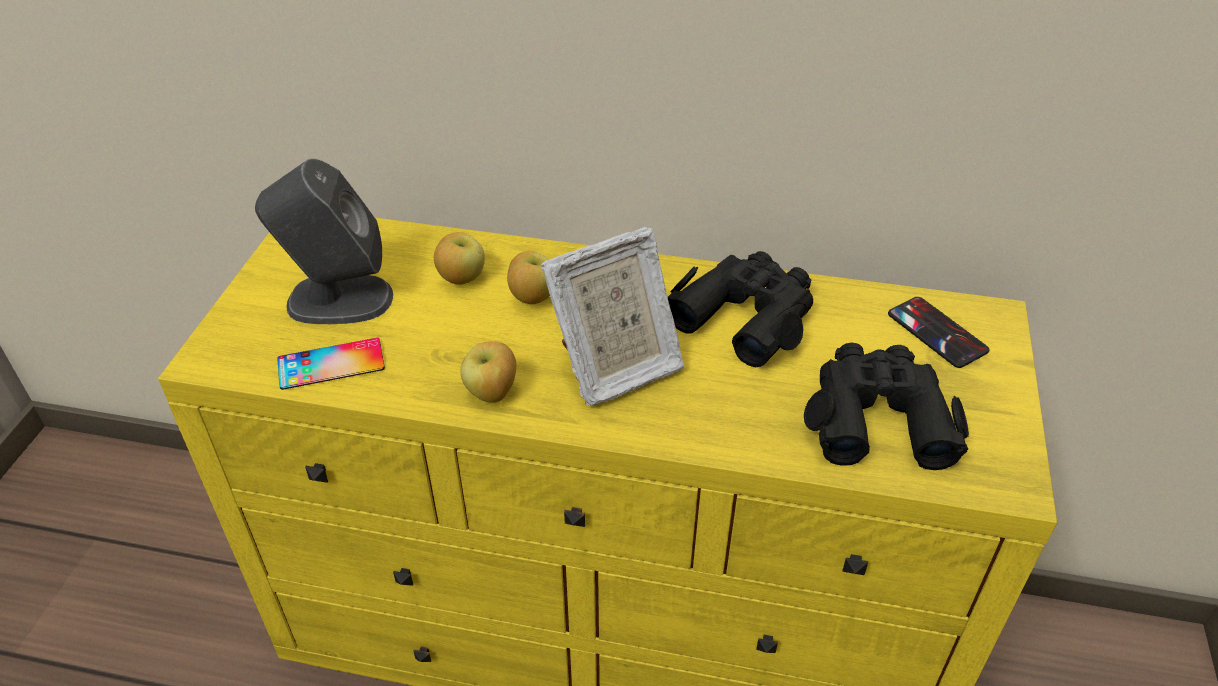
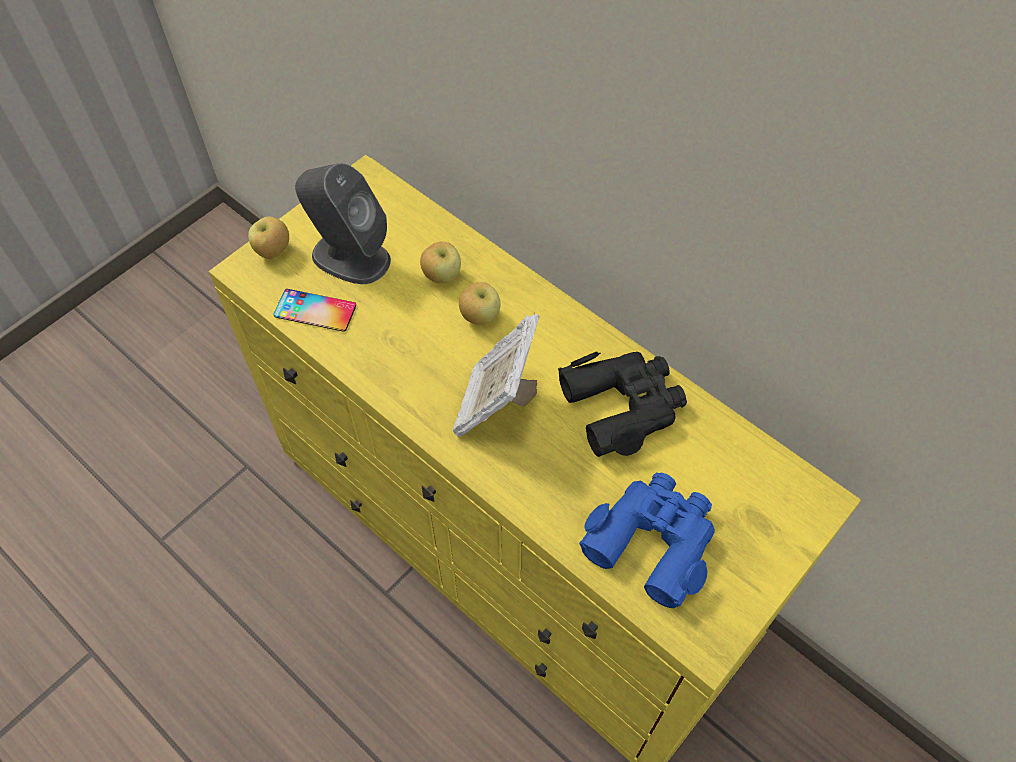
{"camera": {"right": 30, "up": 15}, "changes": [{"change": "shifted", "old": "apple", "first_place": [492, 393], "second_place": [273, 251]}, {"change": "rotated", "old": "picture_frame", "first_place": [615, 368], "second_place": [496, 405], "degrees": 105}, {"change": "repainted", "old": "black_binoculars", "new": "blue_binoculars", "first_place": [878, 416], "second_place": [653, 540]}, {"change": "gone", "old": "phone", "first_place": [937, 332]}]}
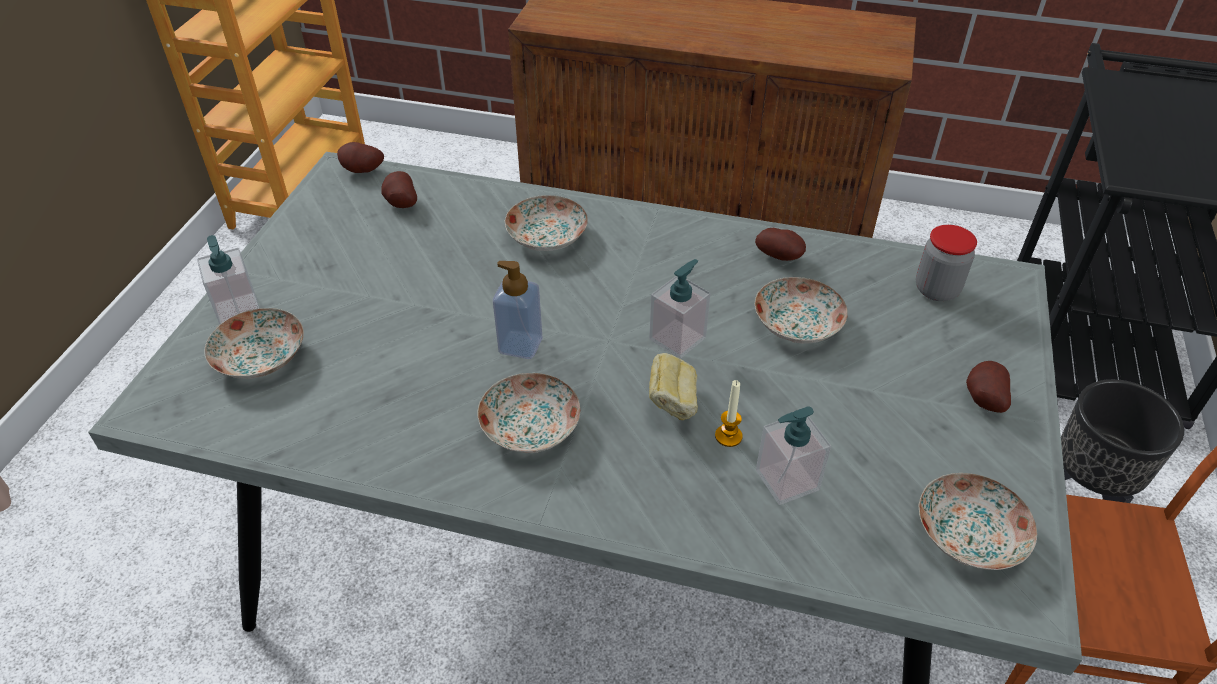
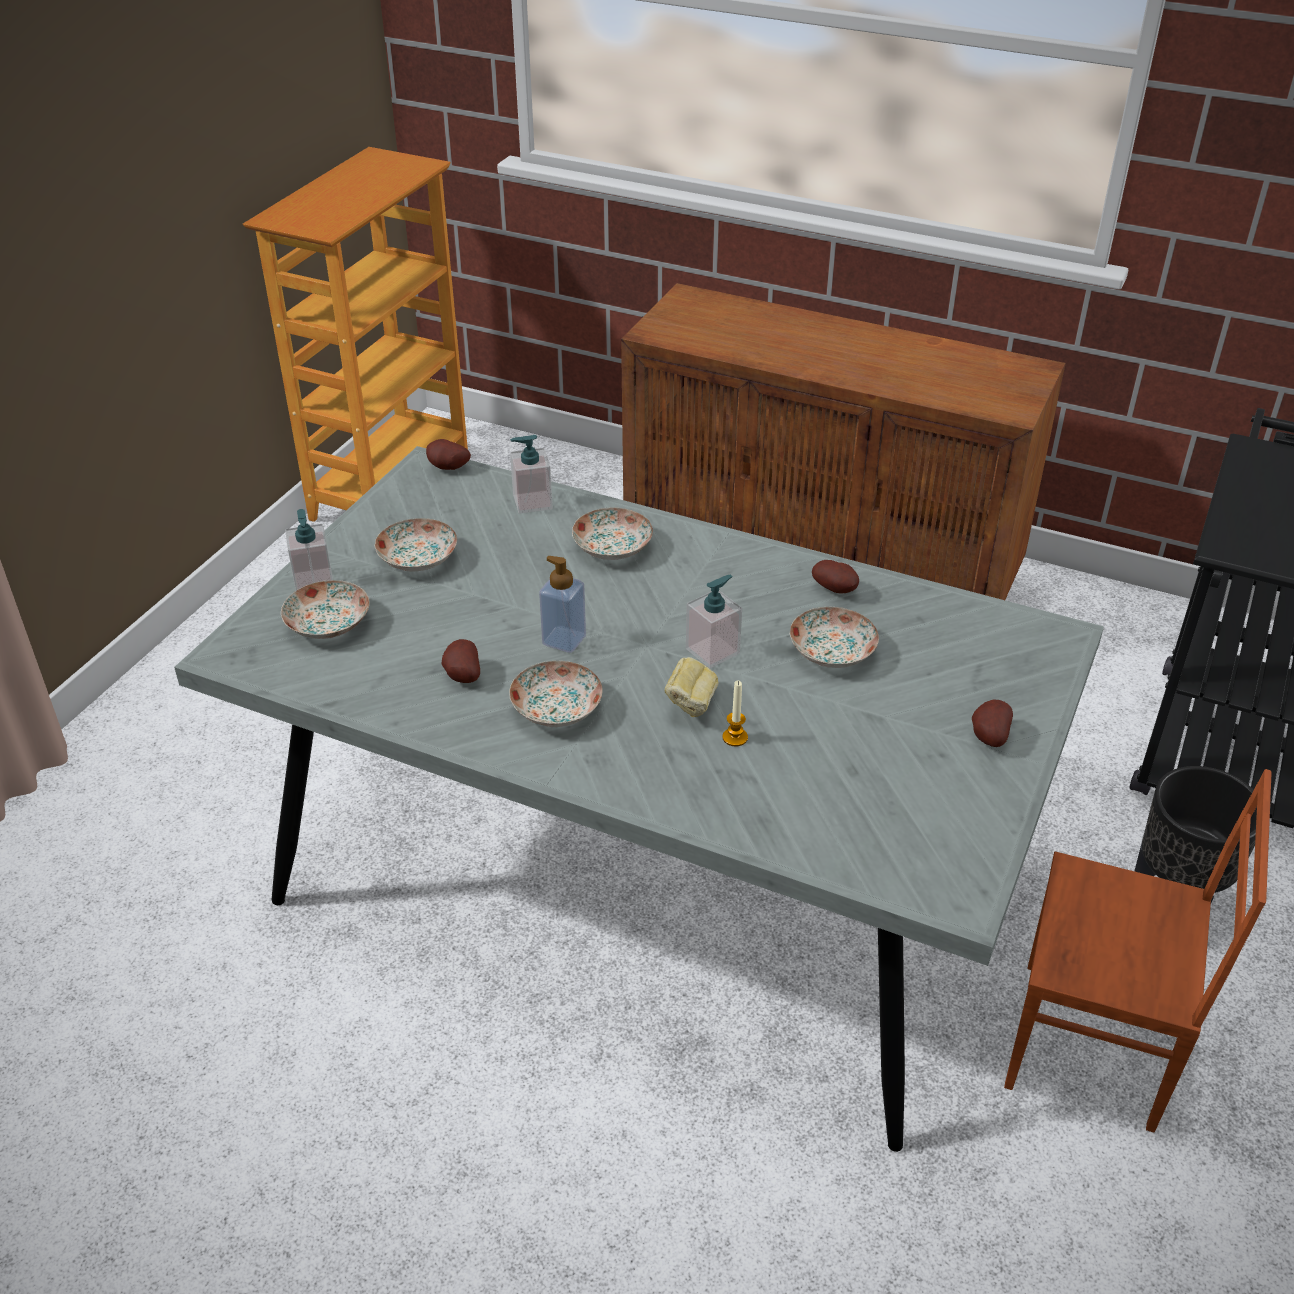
{"camera": {"right": 10, "up": -5}, "changes": [{"change": "shifted", "old": "potato", "first_place": [400, 204], "second_place": [461, 676]}, {"change": "shifted", "old": "soap_dispenser", "first_place": [786, 480], "second_place": [532, 502]}, {"change": "gone", "old": "jar", "first_place": [936, 290]}, {"change": "shifted", "old": "plate", "first_place": [971, 535], "second_place": [419, 559]}]}
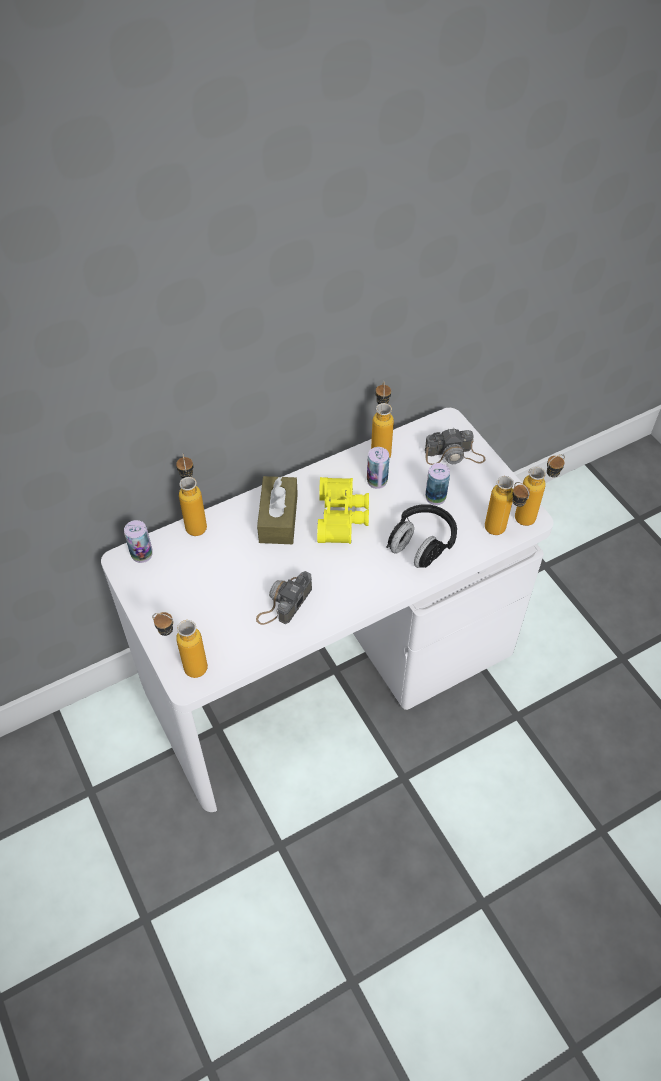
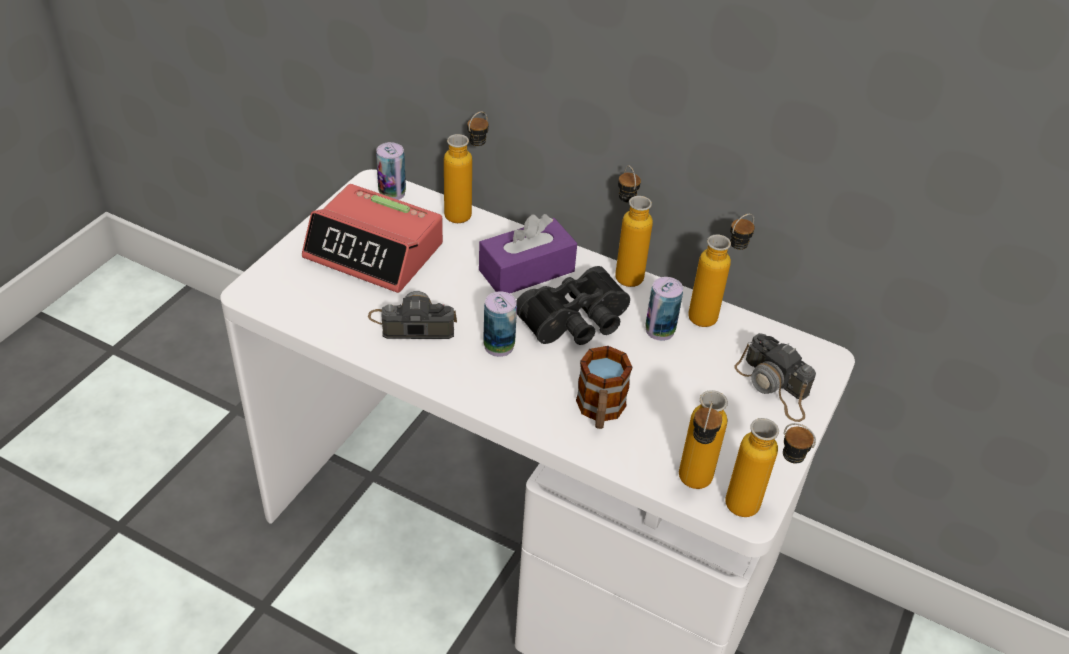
{"camera": {"right": 55, "up": -10}, "changes": [{"change": "shifted", "old": "bottle", "first_place": [186, 666], "second_place": [624, 271]}, {"change": "repainted", "old": "brown_tissue_box", "new": "purple_tissue_box", "first_place": [278, 518], "second_place": [526, 271]}, {"change": "repainted", "old": "yellow_binoculars", "new": "black_binoculars", "first_place": [343, 517], "second_place": [577, 323]}, {"change": "swapped", "old": "black_headphones", "new": "mug", "first_place": [421, 544], "second_place": [600, 411]}, {"change": "shifted", "old": "can", "first_place": [435, 497], "second_place": [499, 346]}, {"change": "new", "new": "alarm_clock", "second_place": [375, 251]}]}
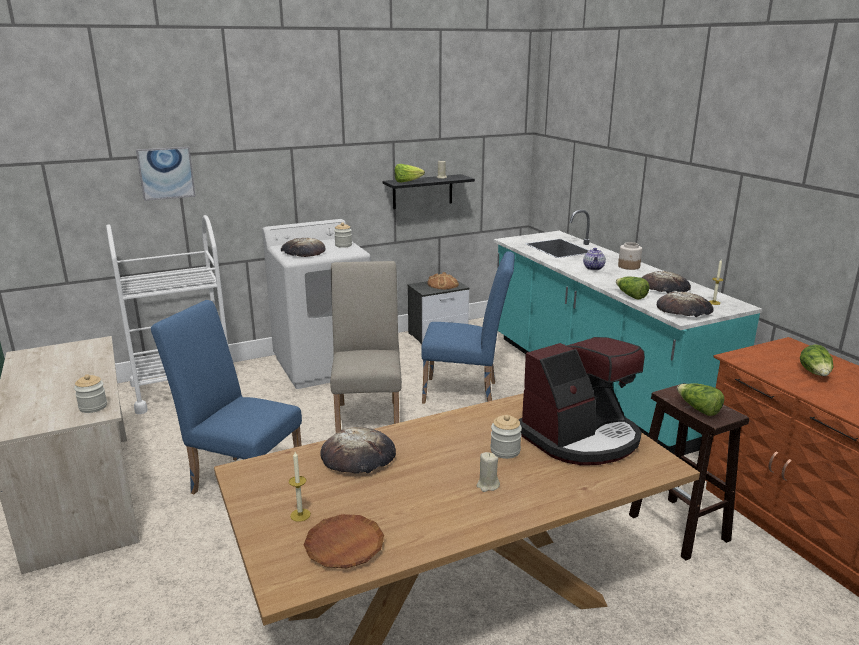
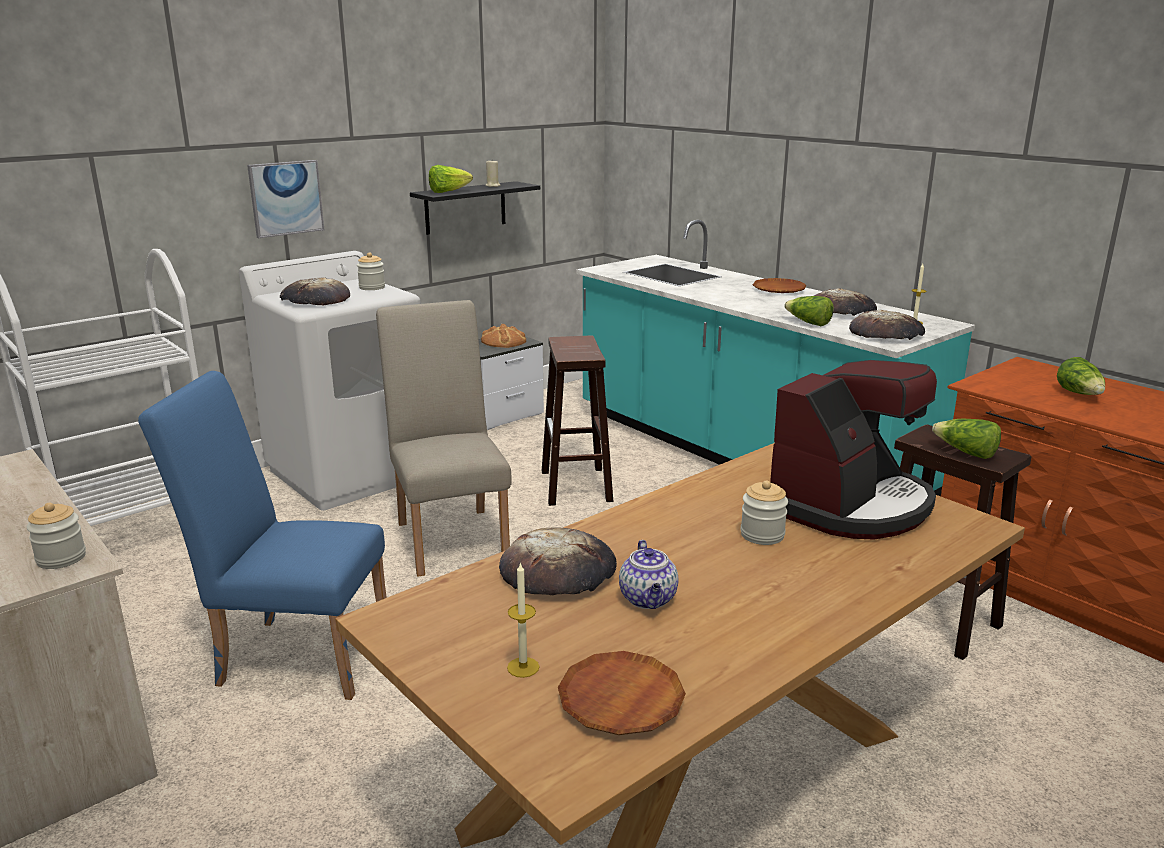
{"camera": {"right": -15, "up": 0}, "changes": [{"change": "shifted", "old": "picture", "first_place": [166, 173], "second_place": [286, 198]}, {"change": "swapped", "old": "blue_chair", "new": "brown_stool", "first_place": [466, 393], "second_place": [576, 486]}, {"change": "gone", "old": "beige_candle", "first_place": [487, 485]}, {"change": "shifted", "old": "teapot", "first_place": [594, 268], "second_place": [649, 599]}, {"change": "swapped", "old": "jar", "new": "brown_plate", "first_place": [629, 266], "second_place": [779, 290]}]}
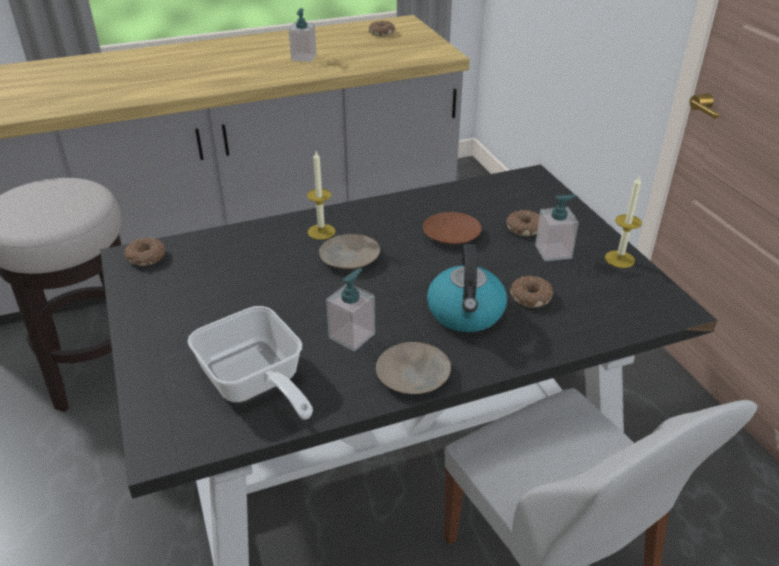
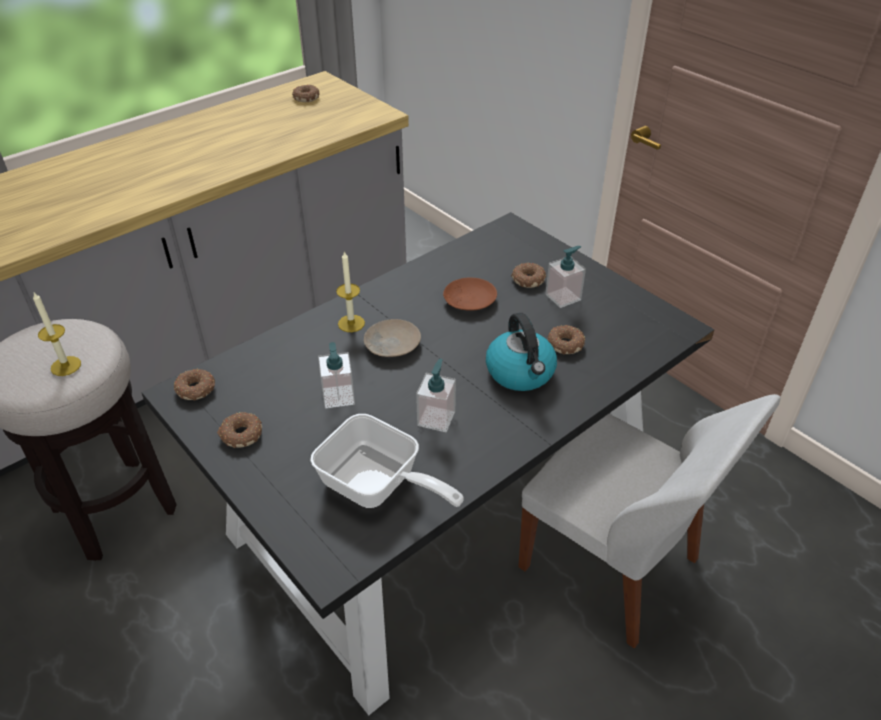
{"camera": {"right": -20, "up": 5}, "changes": [{"change": "shifted", "old": "soap_dispenser", "first_place": [303, 57], "second_place": [338, 396]}, {"change": "gone", "old": "beige_plate", "first_place": [414, 375]}, {"change": "shifted", "old": "candle", "first_place": [619, 259], "second_place": [66, 366]}, {"change": "new", "new": "donut", "second_place": [241, 435]}]}
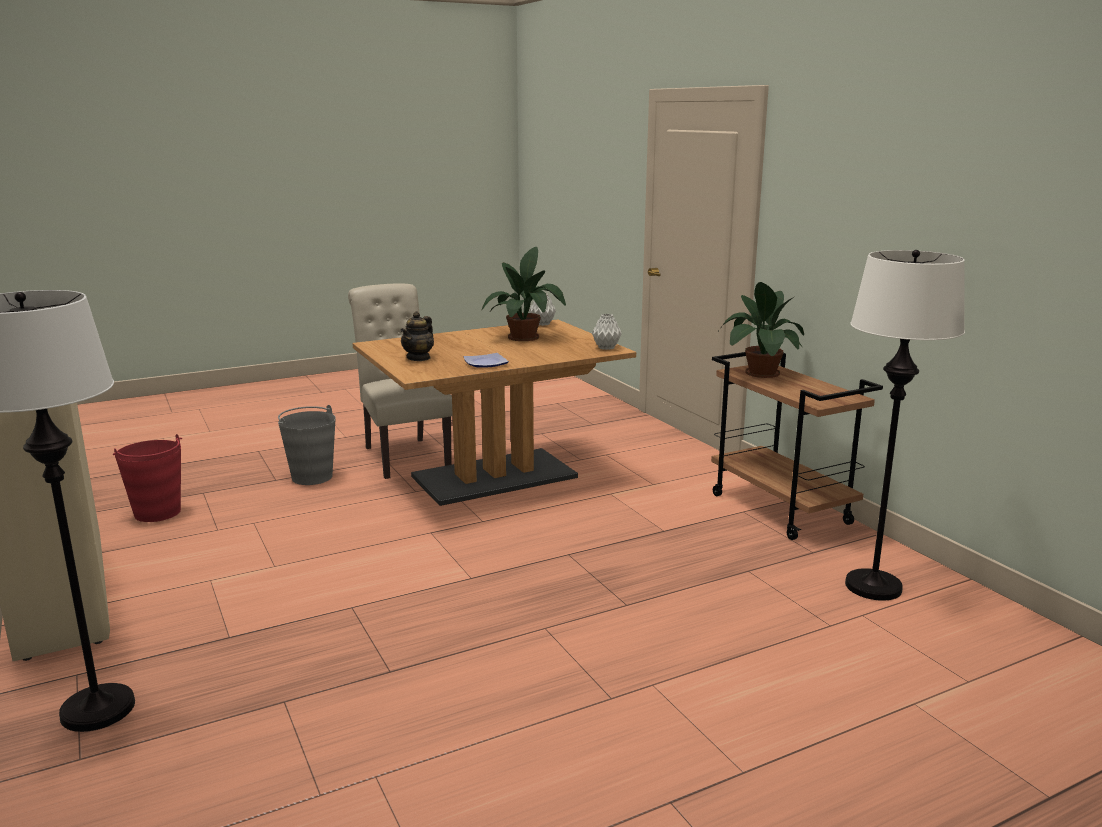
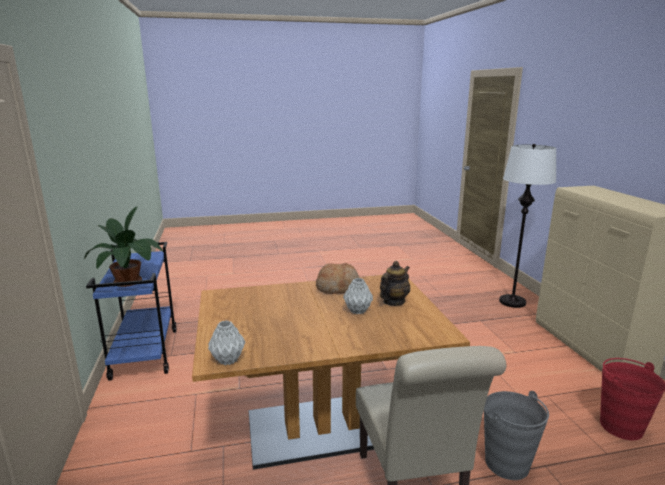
{"camera": {"right": -165, "up": 0}, "changes": [{"change": "swapped", "old": "plate", "new": "bread", "first_place": [485, 363], "second_place": [338, 287]}, {"change": "gone", "old": "potted_plant", "first_place": [526, 337]}, {"change": "shifted", "old": "grey_vase", "first_place": [606, 348], "second_place": [357, 310]}, {"change": "repainted", "old": "brown_cart", "new": "blue_cart", "first_place": [782, 509], "second_place": [144, 353]}, {"change": "gone", "old": "white_floor_lamp", "first_place": [873, 587]}]}
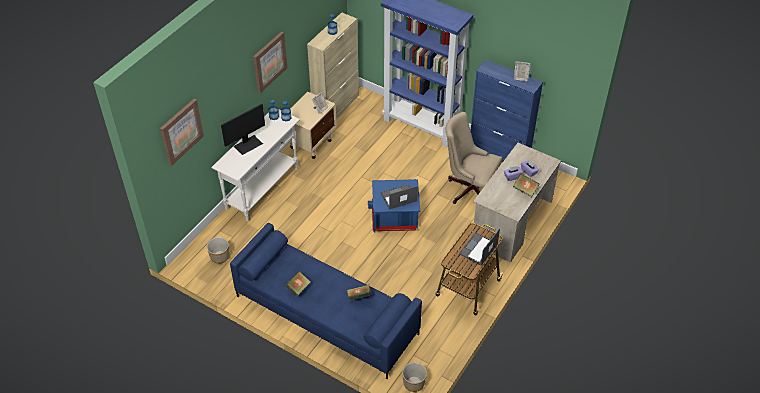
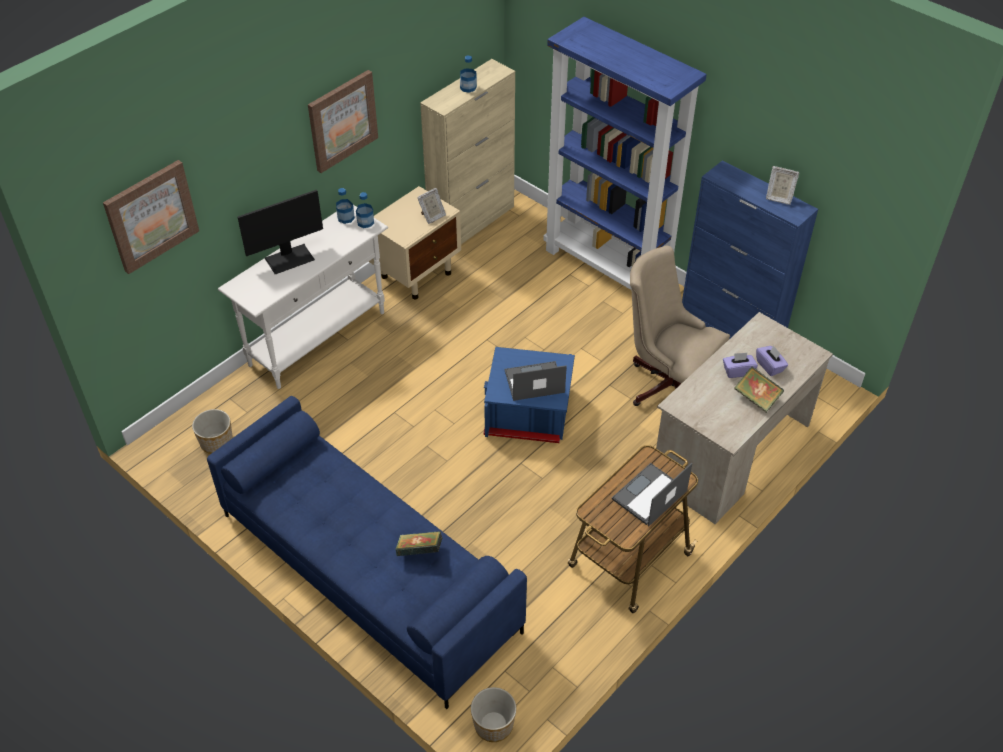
{"camera": {"right": 10, "up": 0}, "changes": [{"change": "gone", "old": "book", "first_place": [298, 288]}]}
